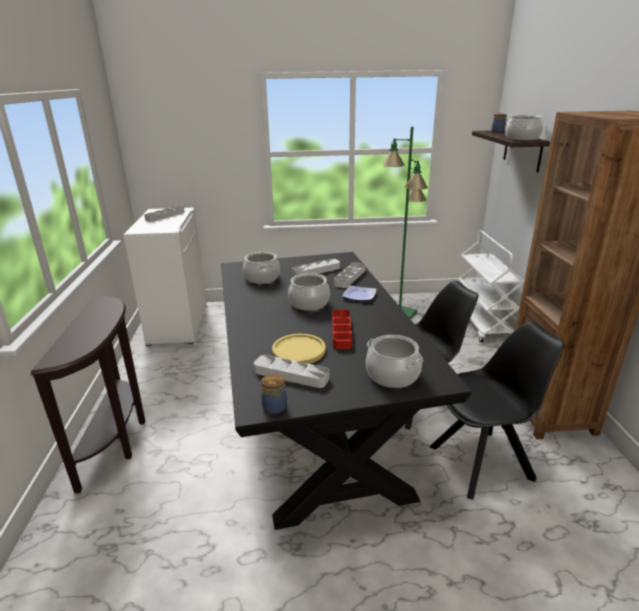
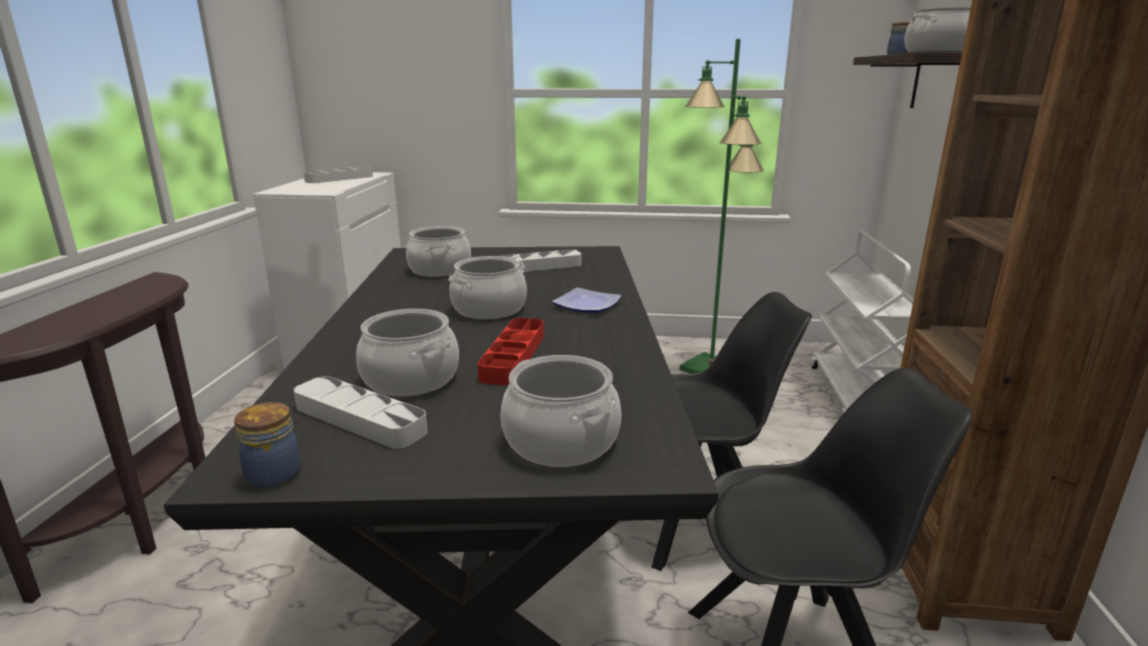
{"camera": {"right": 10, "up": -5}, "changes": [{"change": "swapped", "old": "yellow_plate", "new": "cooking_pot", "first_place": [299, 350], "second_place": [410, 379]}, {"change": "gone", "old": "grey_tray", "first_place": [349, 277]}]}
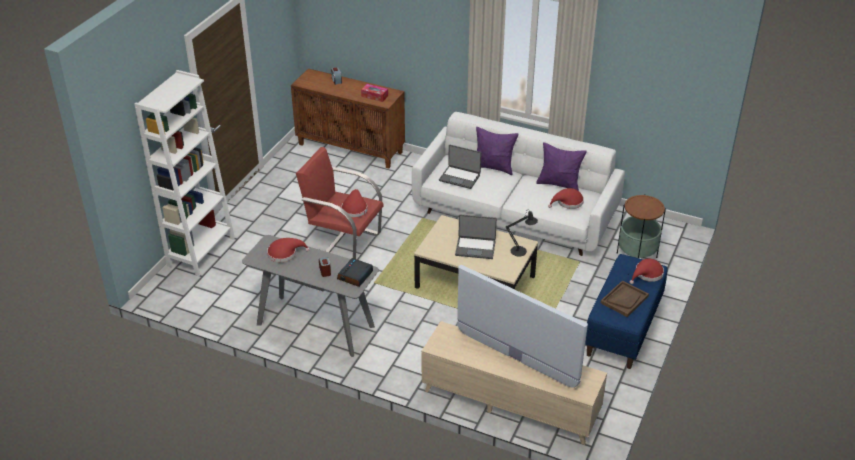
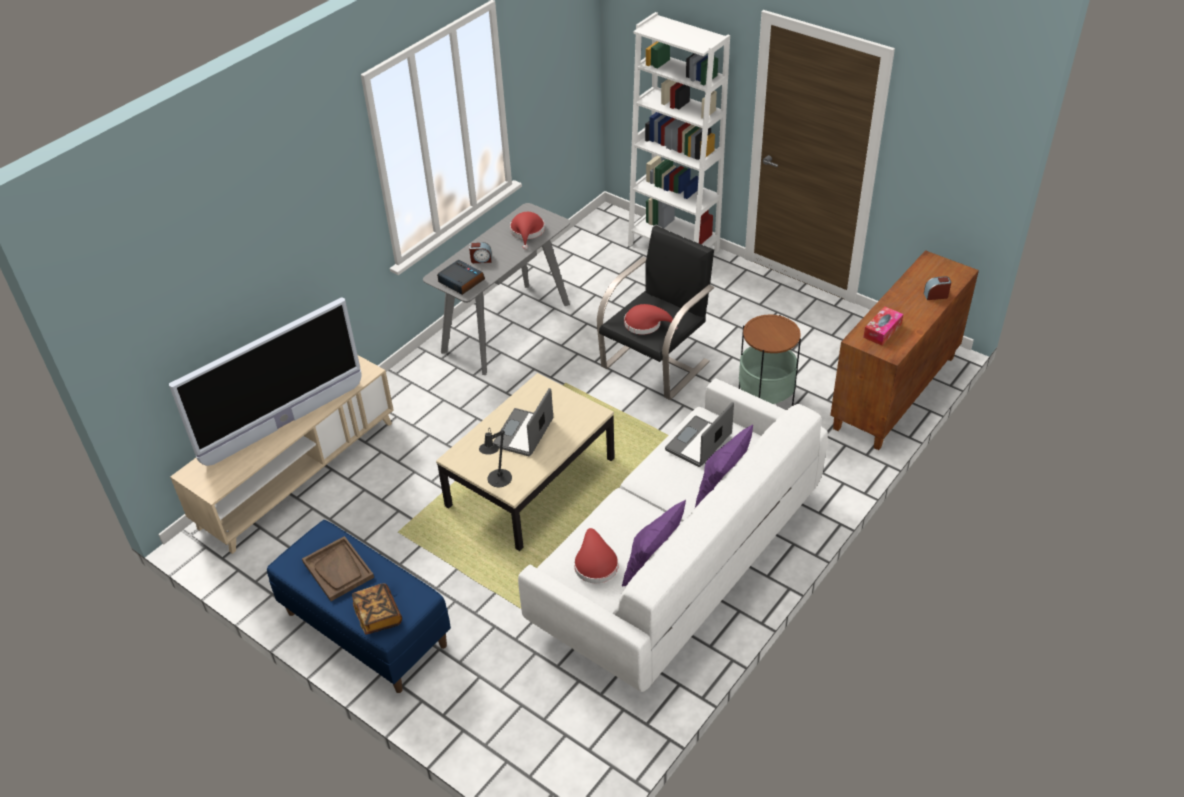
{"camera": {"right": 105, "up": 5}, "changes": [{"change": "repainted", "old": "red_armchair", "new": "black_armchair", "first_place": [343, 243], "second_place": [656, 364]}, {"change": "shifted", "old": "side_table", "first_place": [636, 255], "second_place": [765, 398]}, {"change": "swapped", "old": "red_hat", "new": "book", "first_place": [647, 274], "second_place": [378, 616]}]}
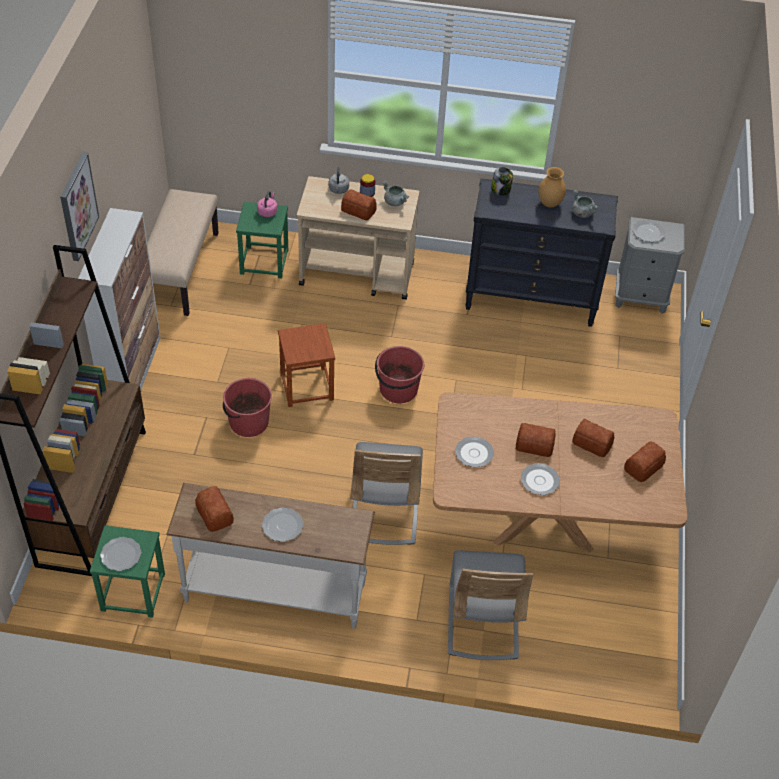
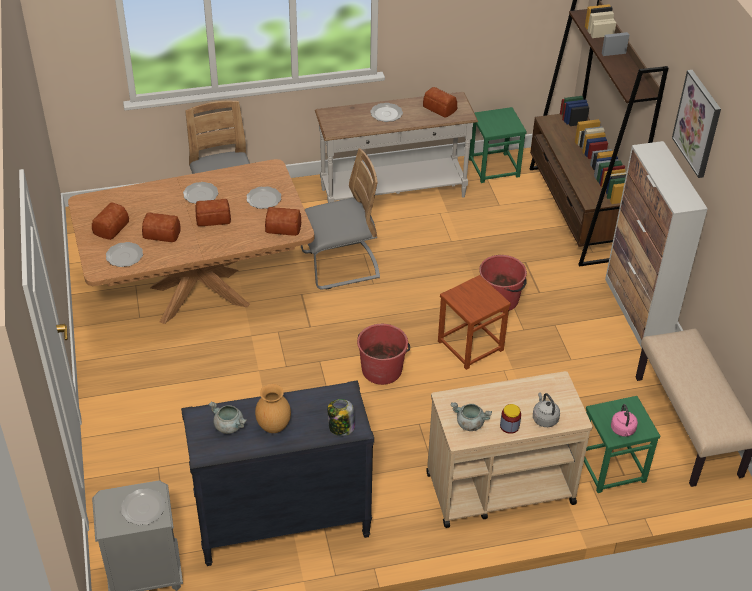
{"camera": {"right": 160, "up": -5}, "changes": [{"change": "shifted", "old": "plate", "first_place": [121, 555], "second_place": [124, 256]}, {"change": "shifted", "old": "bread", "first_place": [359, 211], "second_place": [282, 227]}, {"change": "rotated", "old": "grey_chair", "first_place": [384, 511], "second_place": [340, 266], "degrees": 90}]}
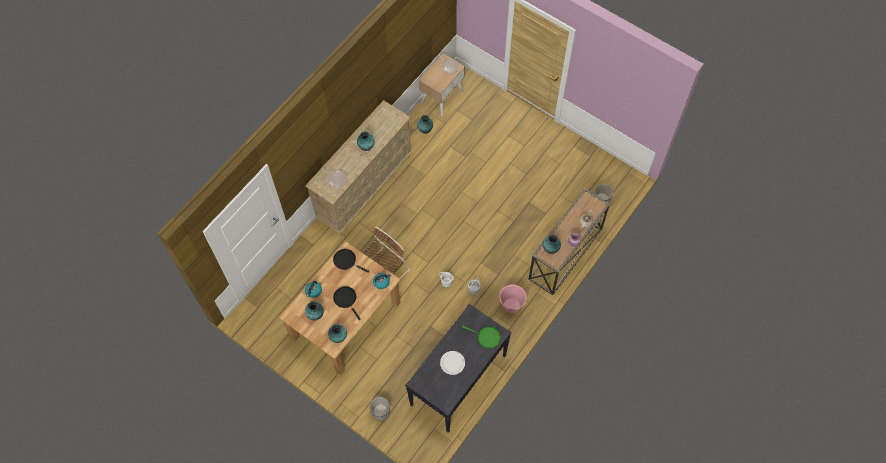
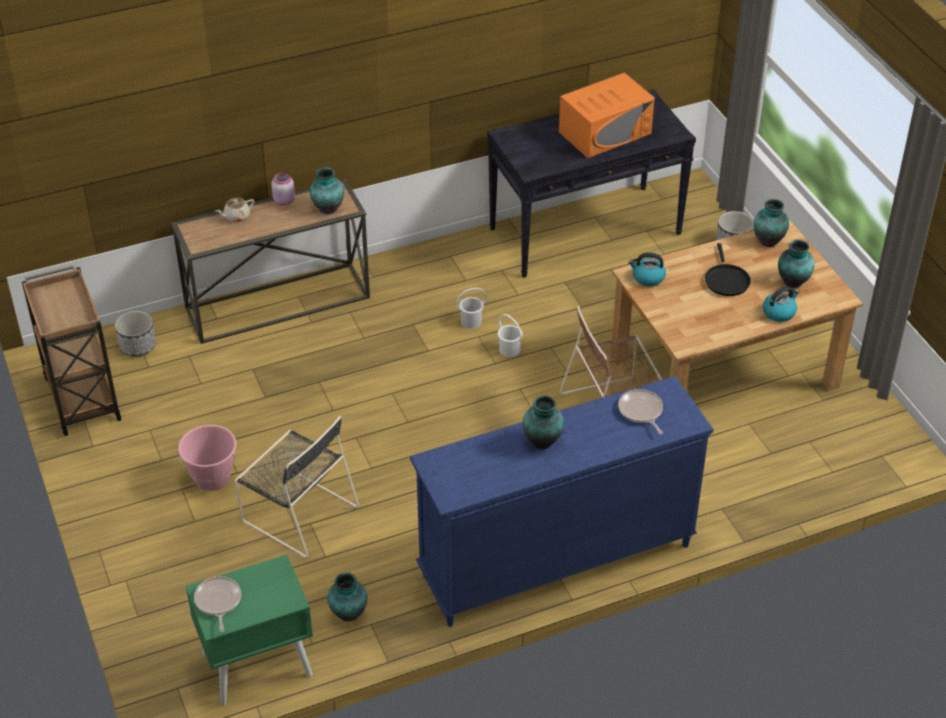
{"camera": {"right": -150, "up": -20}, "changes": [{"change": "repainted", "old": "beige_dresser", "new": "blue_dresser", "first_place": [365, 187], "second_place": [555, 561]}, {"change": "gone", "old": "black_frying_pan", "first_place": [346, 261]}, {"change": "repainted", "old": "beige_nightstand", "new": "green_nightstand", "first_place": [442, 97], "second_place": [256, 664]}, {"change": "swapped", "old": "white_plate", "new": "orange_microwave", "first_place": [452, 363], "second_place": [605, 133]}, {"change": "gone", "old": "green_frying_pan", "first_place": [487, 337]}, {"change": "shifted", "old": "pink_bucket", "first_place": [511, 305], "second_place": [212, 478]}, {"change": "new", "new": "brown_cart", "second_place": [82, 397]}, {"change": "new", "new": "black_chair", "second_place": [297, 512]}]}
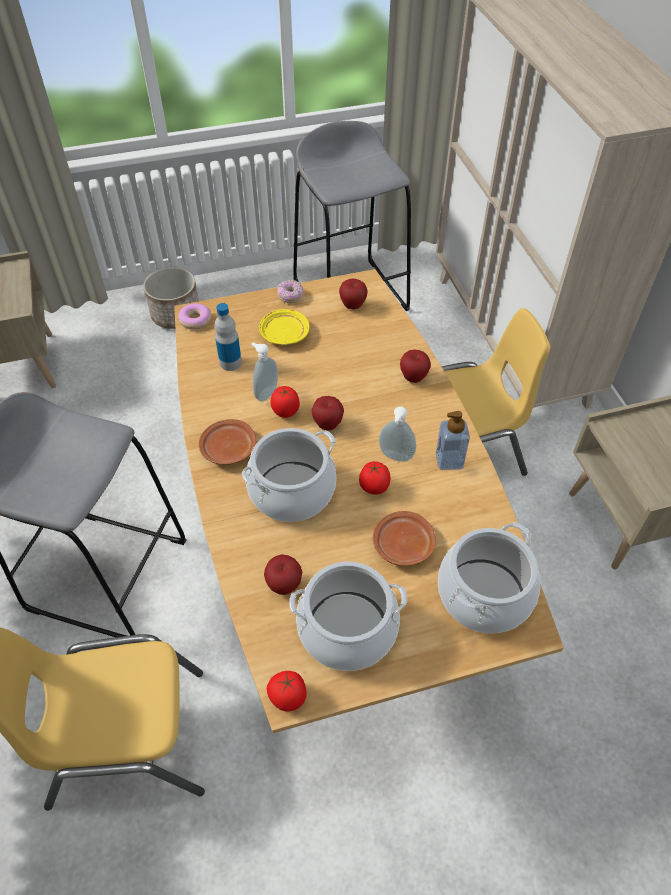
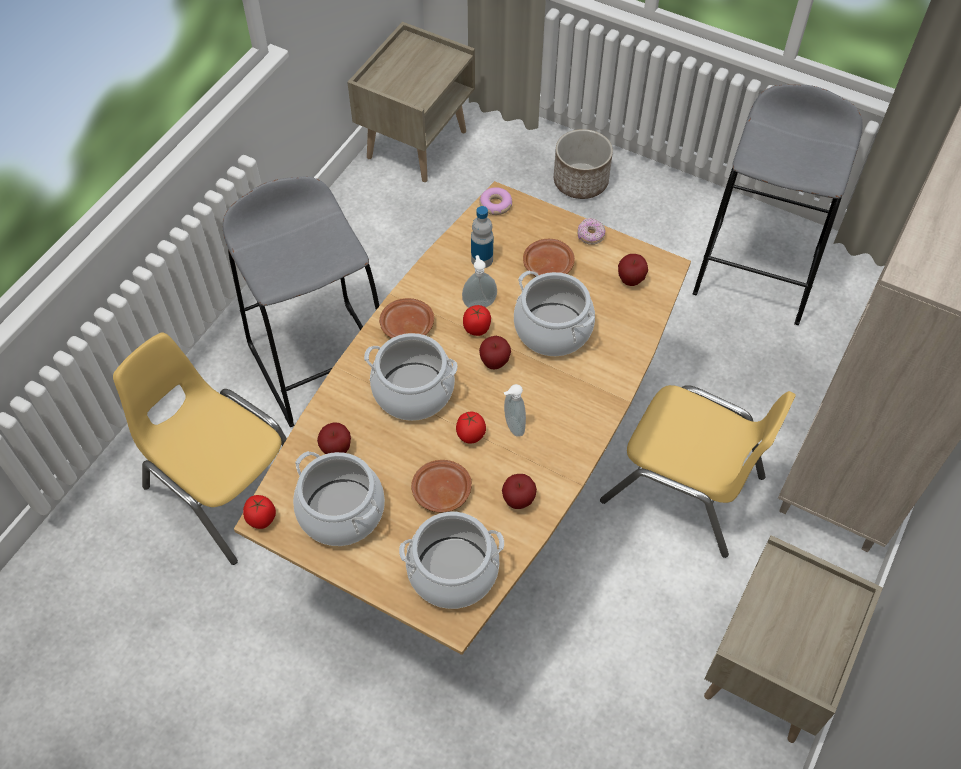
{"camera": {"right": 45, "up": 5}, "changes": [{"change": "repainted", "old": "yellow_plate", "new": "brown_plate", "first_place": [284, 334], "second_place": [548, 265]}, {"change": "shifted", "old": "apple", "first_place": [413, 377], "second_place": [518, 501]}, {"change": "gone", "old": "soap_dispenser", "first_place": [449, 460]}, {"change": "new", "new": "cooking_pot", "second_place": [553, 329]}]}
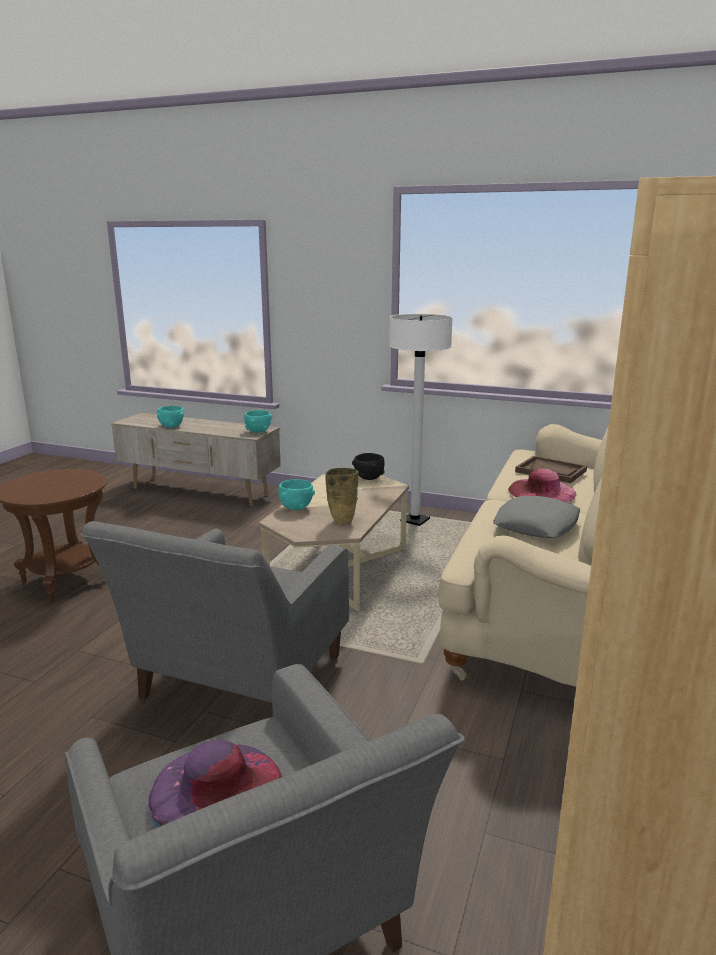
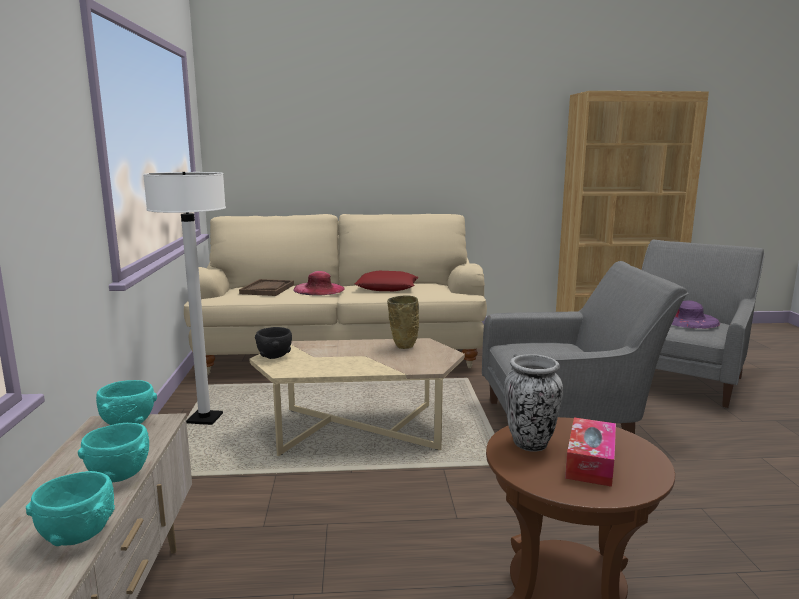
{"camera": {"right": -115, "up": -5}, "changes": [{"change": "shifted", "old": "turquoise_bowl", "first_place": [296, 507], "second_place": [120, 475]}, {"change": "repainted", "old": "grey_pillow", "new": "red_pillow", "first_place": [536, 525], "second_place": [387, 287]}, {"change": "new", "new": "vase", "second_place": [530, 443]}, {"change": "new", "new": "tissue_box", "second_place": [590, 462]}]}
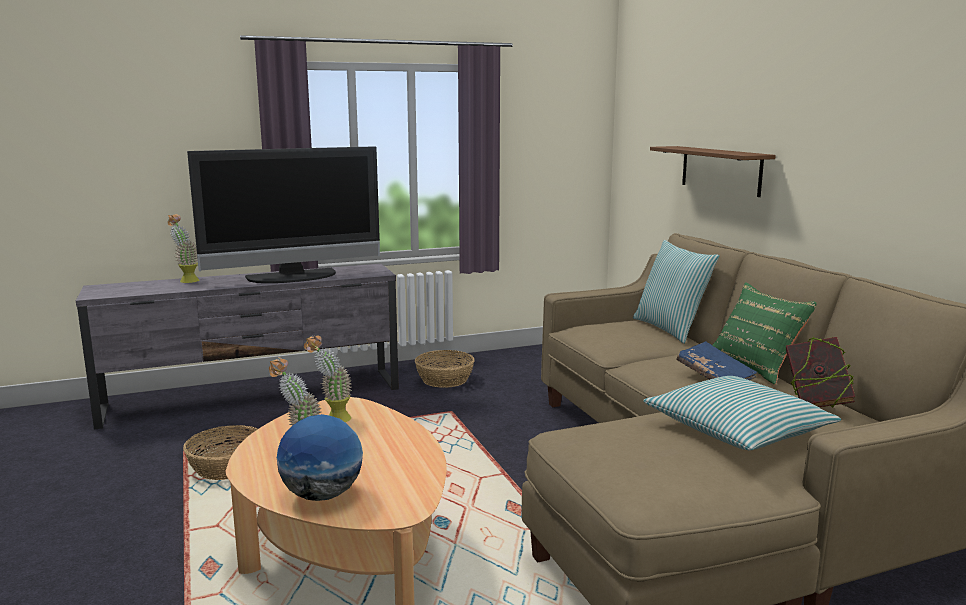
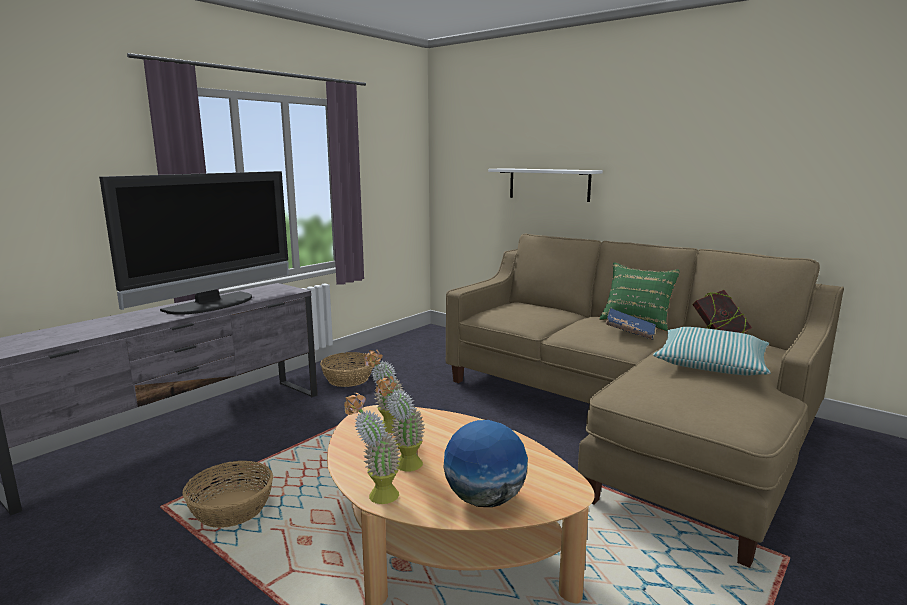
{"camera": {"right": -30, "up": 0}, "changes": [{"change": "shifted", "old": "potted_plant", "first_place": [186, 280], "second_place": [375, 495]}, {"change": "gone", "old": "pillow", "first_place": [670, 329]}, {"change": "repainted", "old": "brown_shelf", "new": "white_shelf", "first_place": [720, 170], "second_place": [549, 184]}]}
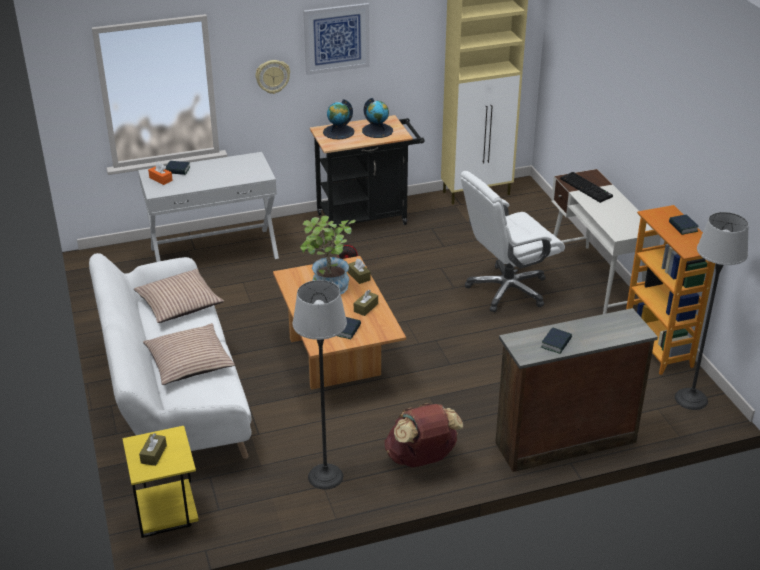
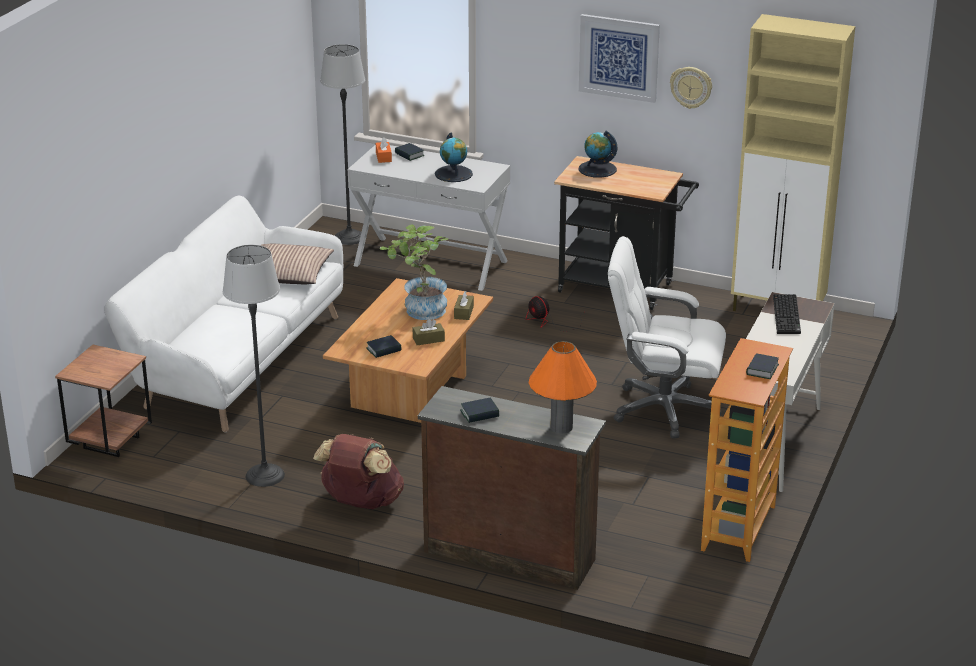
{"camera": {"right": 40, "up": -5}, "changes": [{"change": "repainted", "old": "yellow_side_table", "new": "brown_side_table", "first_place": [167, 518], "second_place": [109, 443]}, {"change": "gone", "old": "brown_tissue_box", "first_place": [153, 454]}, {"change": "gone", "old": "pillow", "first_place": [189, 362]}, {"change": "shifted", "old": "wall_clock", "first_place": [272, 76], "second_place": [691, 87]}, {"change": "shifted", "old": "globe", "first_place": [377, 130], "second_place": [453, 174]}, {"change": "shifted", "old": "floor_lamp", "first_place": [691, 399], "second_place": [349, 237]}, {"change": "new", "new": "orange_table_lamp", "second_place": [561, 427]}]}
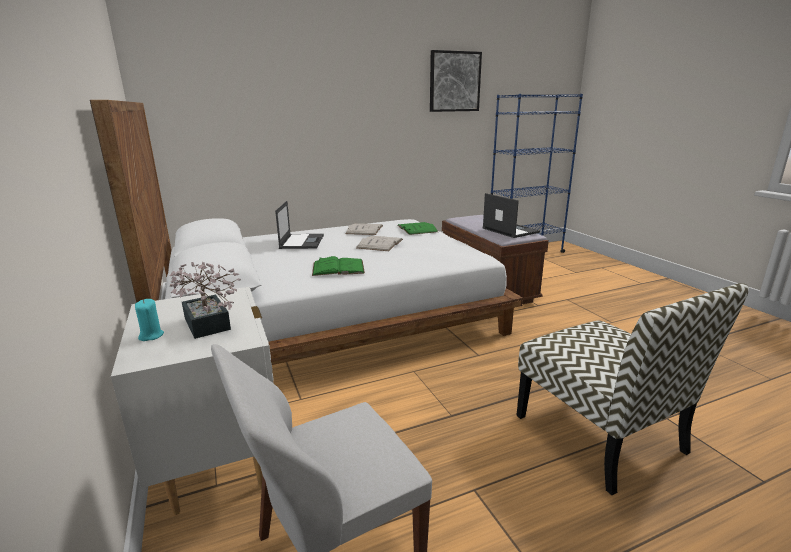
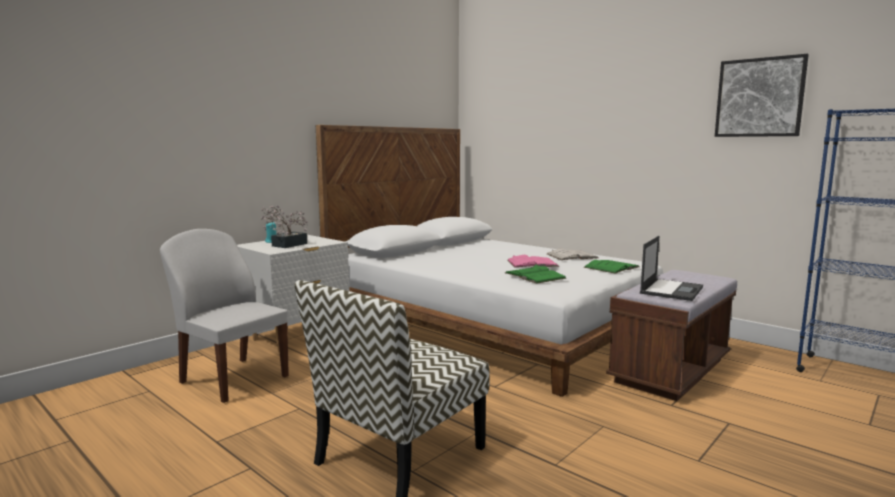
{"camera": {"right": 65, "up": -10}, "changes": [{"change": "gone", "old": "laptop", "first_place": [302, 241]}, {"change": "shifted", "old": "green_book", "first_place": [338, 268], "second_place": [534, 275]}, {"change": "repainted", "old": "white_book", "new": "pink_book", "first_place": [380, 243], "second_place": [532, 263]}]}
